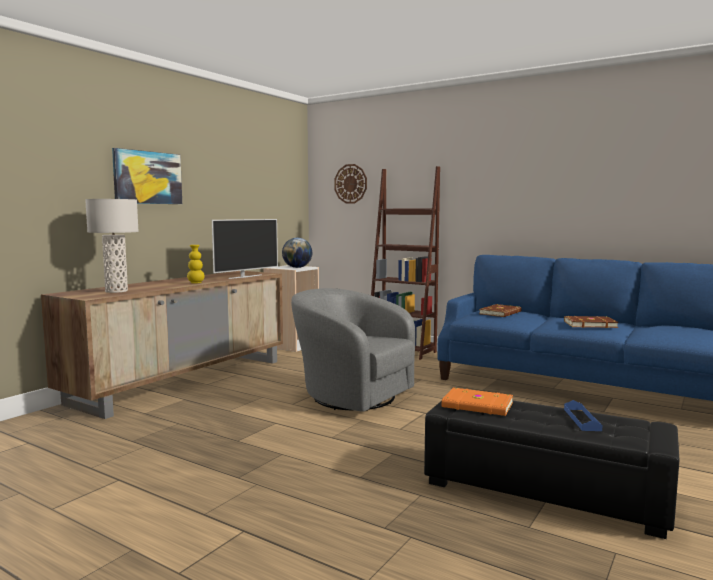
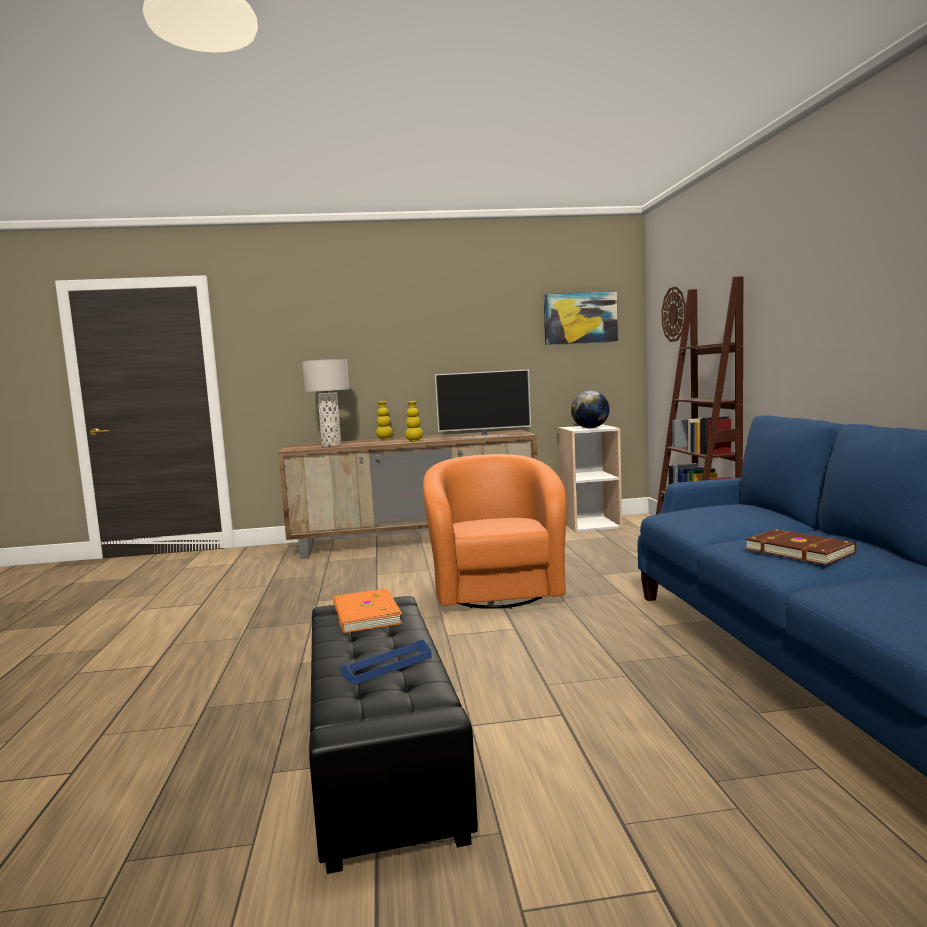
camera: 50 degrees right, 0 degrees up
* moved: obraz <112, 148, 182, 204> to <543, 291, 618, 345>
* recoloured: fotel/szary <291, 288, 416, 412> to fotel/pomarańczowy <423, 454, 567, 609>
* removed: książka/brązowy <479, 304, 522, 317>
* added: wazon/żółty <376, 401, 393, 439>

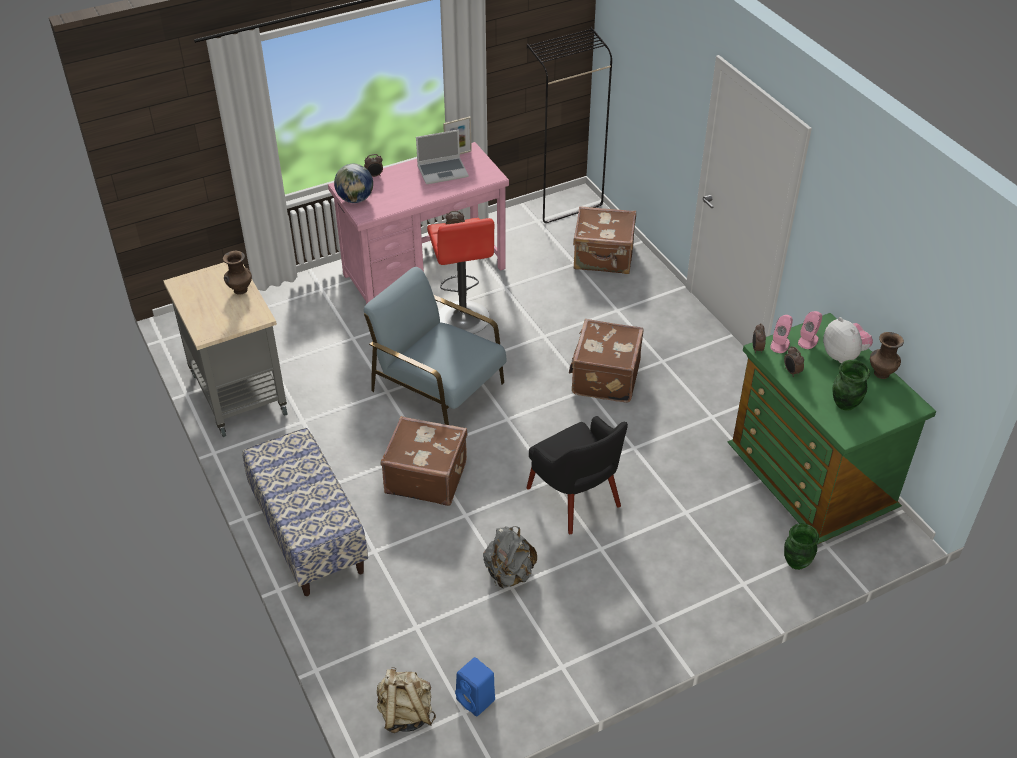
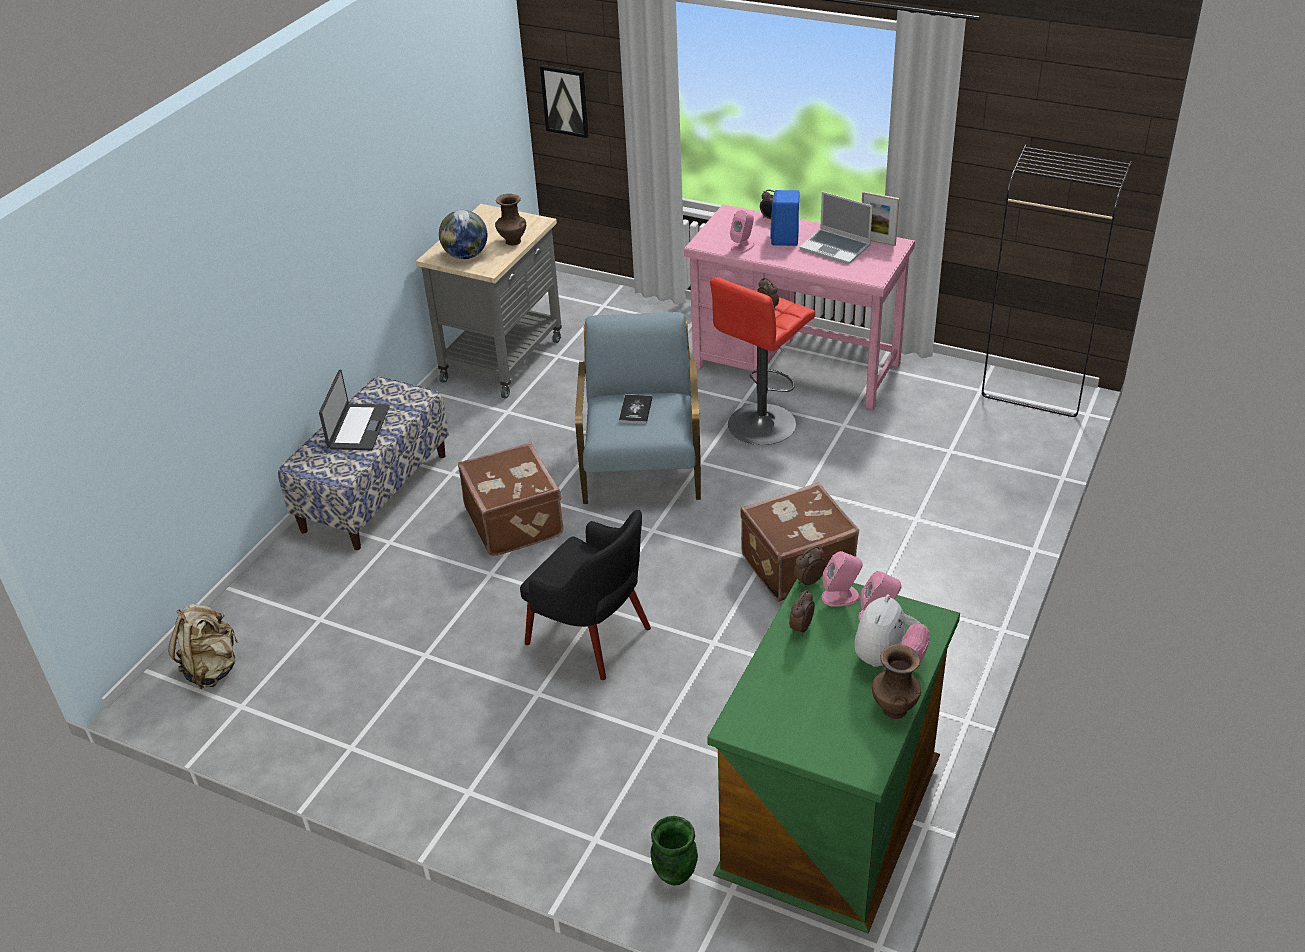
camera: 55 degrees right, 5 degrees down
* moved: globus <334, 164, 373, 203> to <439, 210, 487, 259>
* moved: głośnik/niebieski <455, 657, 495, 717> to <770, 190, 800, 246>
* removed: plecak/szary <483, 526, 537, 588>
* turned: fotel/czarny <527, 416, 628, 534> = <520, 510, 651, 680> 75 degrees counterclockwise
* removed: walizka/brązowy <573, 206, 636, 274>
* removed: wazon/zielony <833, 360, 870, 411>
* added: laptop <319, 369, 390, 450>
* added: obraz <540, 65, 589, 138>
* added: książka <619, 395, 653, 424>
* added: głośnik/różowy <730, 210, 755, 254>

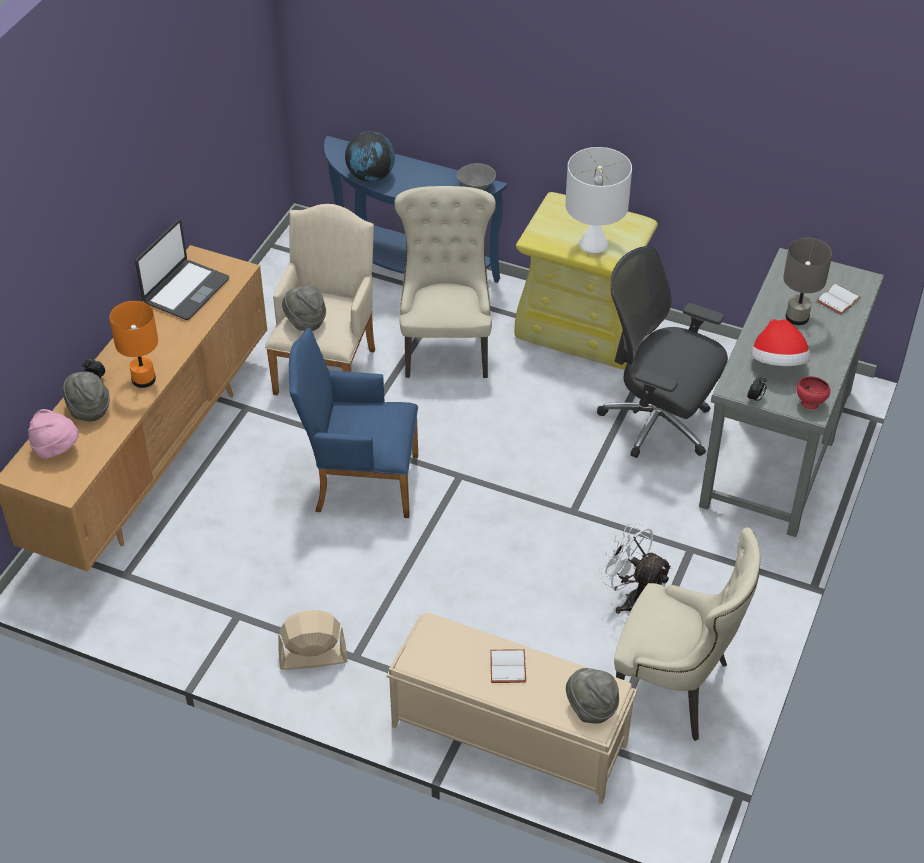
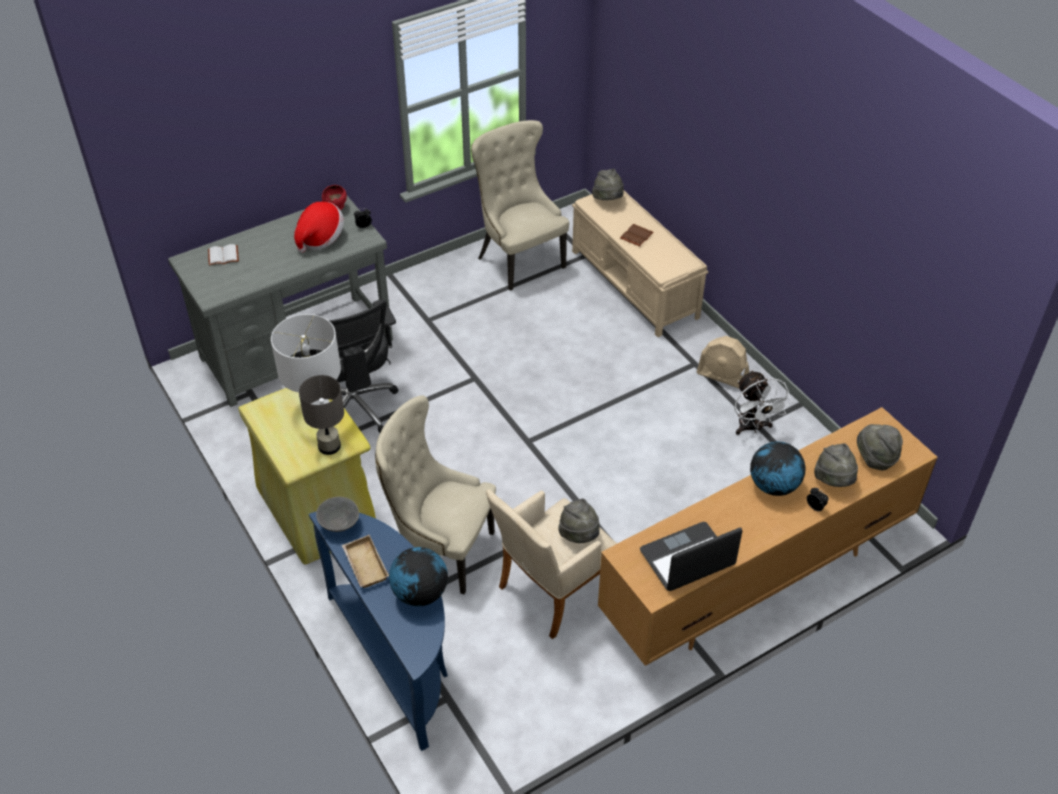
camera: 145 degrees left, 0 degrees up
* recoloured: kapelusz/różowy <28, 409, 79, 460> to kapelusz/szary <857, 424, 903, 470>
* replaced: lampa stołowa/pomarańczowy <109, 301, 158, 388> to globus <750, 442, 805, 496>
* removed: fotel/niebieski <289, 328, 418, 518>
* turned: krzesło/beżowy <394, 186, 496, 378> = <375, 395, 496, 594> 75 degrees clockwise
* recoloured: książka/biały <490, 649, 526, 683> to książka/brązowy <620, 224, 654, 246>
* moved: wentylator/biały <599, 523, 673, 614> to <735, 370, 793, 435>
* moved: lampa stołowa/szary <783, 238, 832, 325> to <299, 375, 344, 455>
* added: taca/beżowy <342, 535, 389, 588>

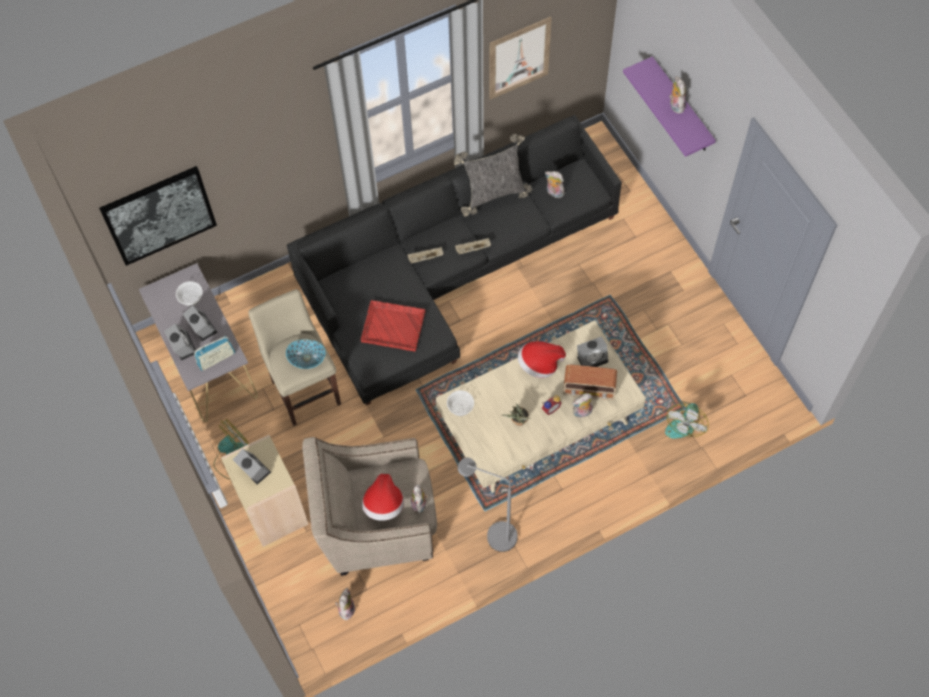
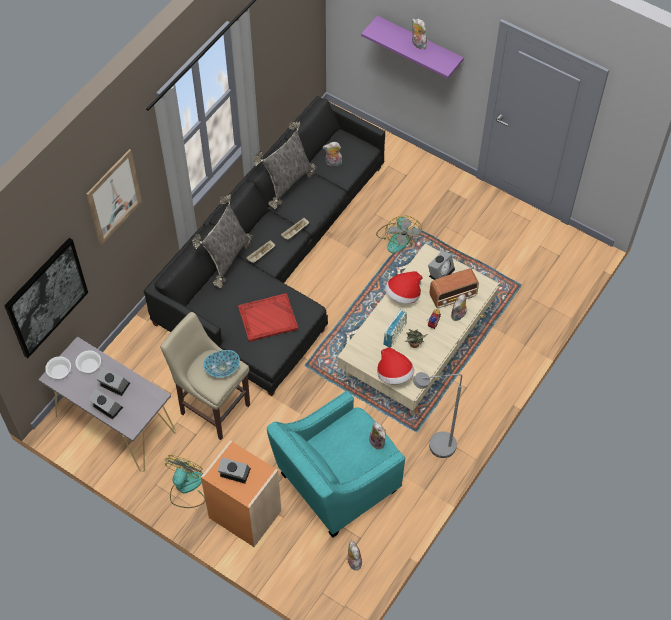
camera: 30 degrees left, 5 degrees down
* moved: radio <194, 336, 235, 371> to <383, 310, 407, 347>
* recoloured: regał/beżowy <221, 435, 308, 547> to regał/pomarańczowy <201, 440, 281, 547>
* recoloured: fotel/beżowy <302, 437, 437, 576> to fotel/turkusowy <267, 391, 405, 538>
* moved: kapelusz <362, 474, 404, 521> to <377, 347, 414, 384>
* moved: miska <447, 390, 474, 416> to <45, 356, 71, 380>
* moved: obraz <490, 16, 552, 100> to <86, 149, 142, 246>
* moved: wentylator <665, 402, 709, 438> to <376, 216, 422, 253>
* added: poduszka <192, 195, 252, 288>

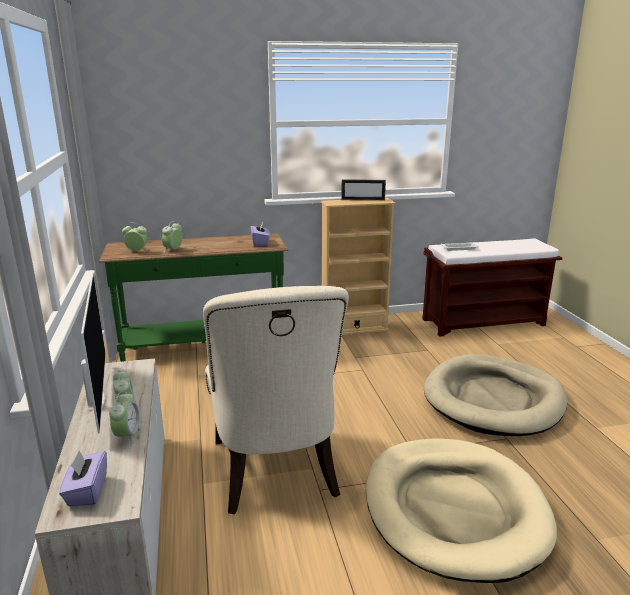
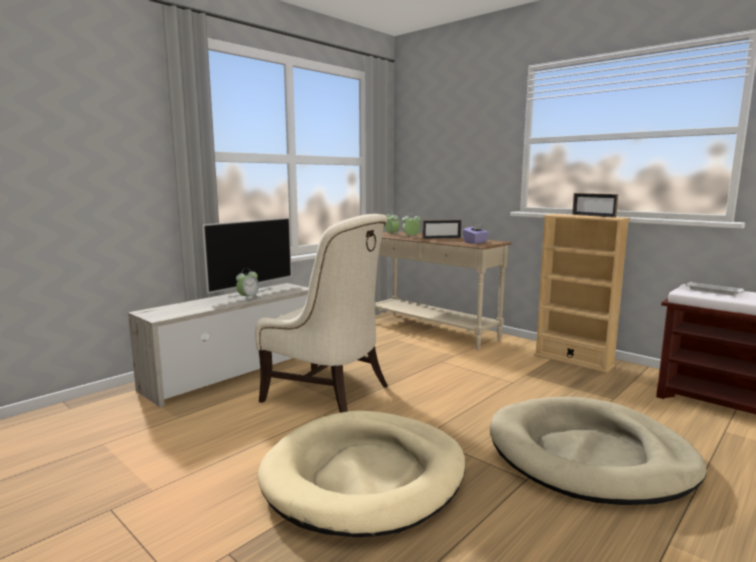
camera: 55 degrees right, 10 degrees down
* removed: pudełko chusteczek/fioletowy <59, 451, 107, 507>
* recoloured: stolik konsolowy/zielony <99, 233, 289, 362> to stolik konsolowy/beżowy <375, 232, 512, 350>
* removed: budzik <109, 392, 142, 447>
* turned: fotel/beżowy <203, 286, 349, 514> = <255, 214, 388, 413> 105 degrees counterclockwise
* added: ramka na zdjęcie <422, 220, 461, 239>

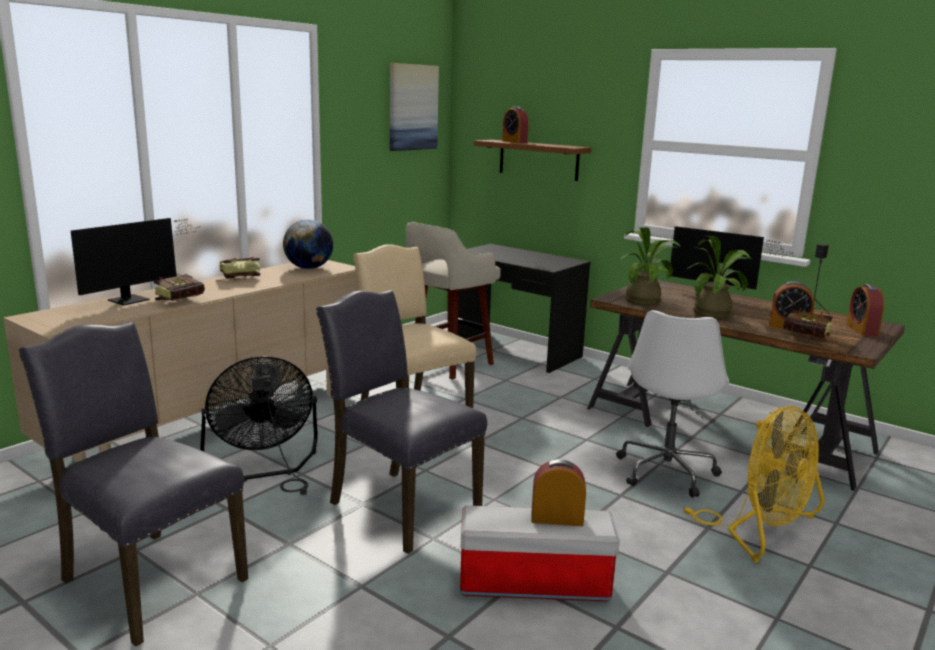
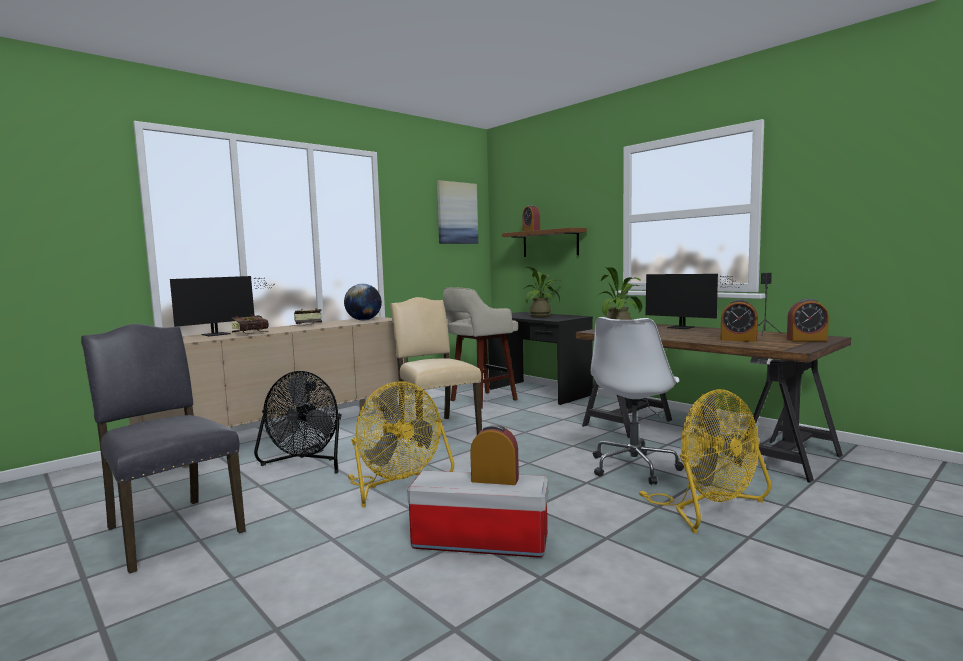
camera: 10 degrees right, 10 degrees down
* turned: wentylator/czarny <200, 356, 318, 495> = <254, 371, 342, 474> 150 degrees counterclockwise
* replaced: krzesło/szary <316, 290, 487, 554> to wentylator/żółty <348, 382, 454, 507>
* moved: roślina doniczkowa <687, 236, 752, 319> to <524, 267, 564, 317>
* removed: książka <783, 308, 839, 343>
* turned: budzik <846, 284, 884, 337> = <787, 299, 829, 341> 90 degrees counterclockwise

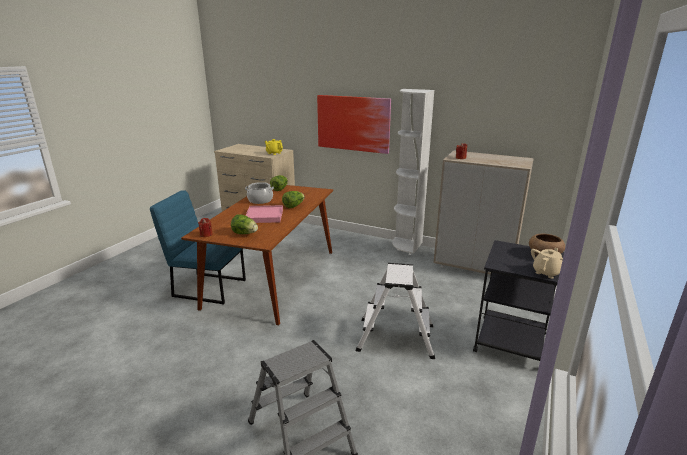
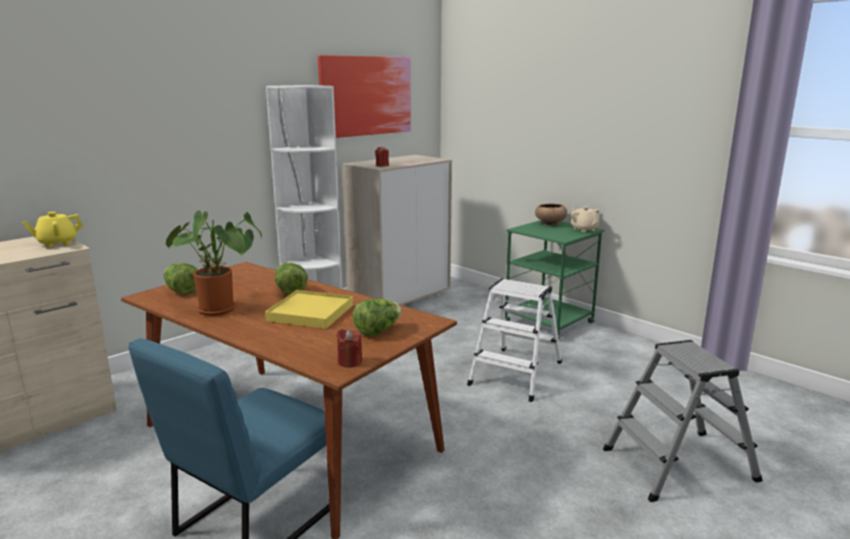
camera: 70 degrees left, 5 degrees down
* replaced: garnek <245, 182, 274, 204> to roślina doniczkowa <166, 210, 262, 316>
* recoloured: taca/różowy <245, 205, 283, 223> to taca/żółty <265, 290, 353, 329>
* moved: obraz <317, 95, 391, 154> to <318, 55, 411, 138>
* recoloured: wózek/czarny <473, 240, 564, 361> to wózek/zielony <505, 220, 604, 339>

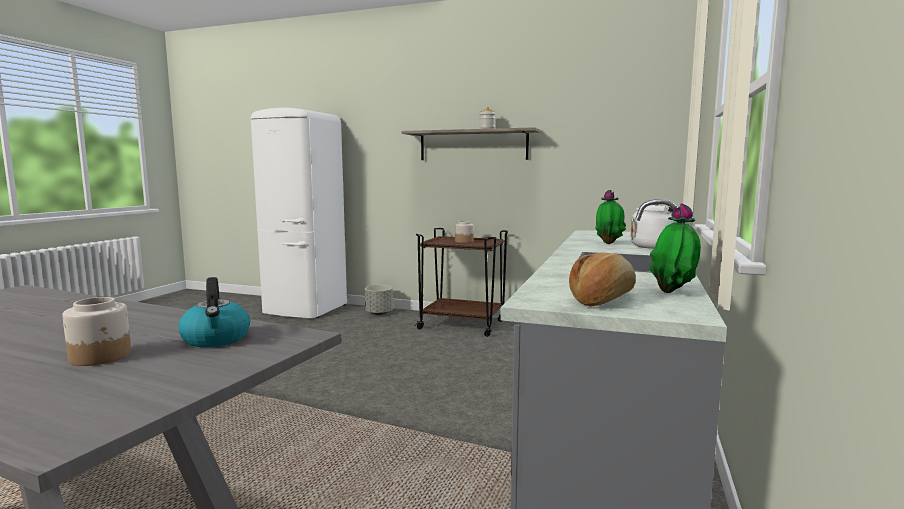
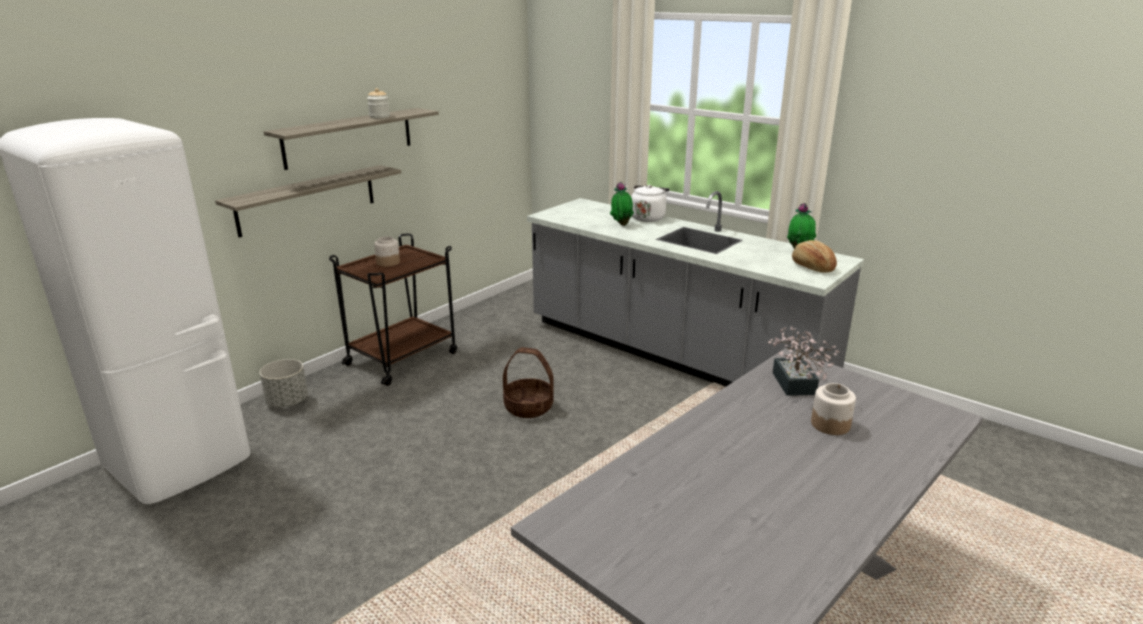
camera: 70 degrees left, 15 degrees up
* replaced: czajnik <178, 277, 250, 347> to roślina doniczkowa <768, 326, 839, 396>
* added: półka <215, 165, 401, 237>
* added: koszyk <503, 347, 554, 418>

